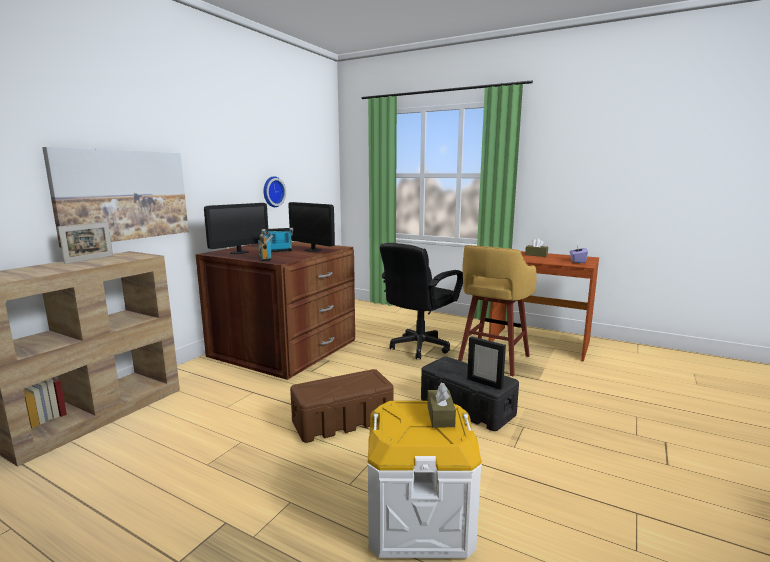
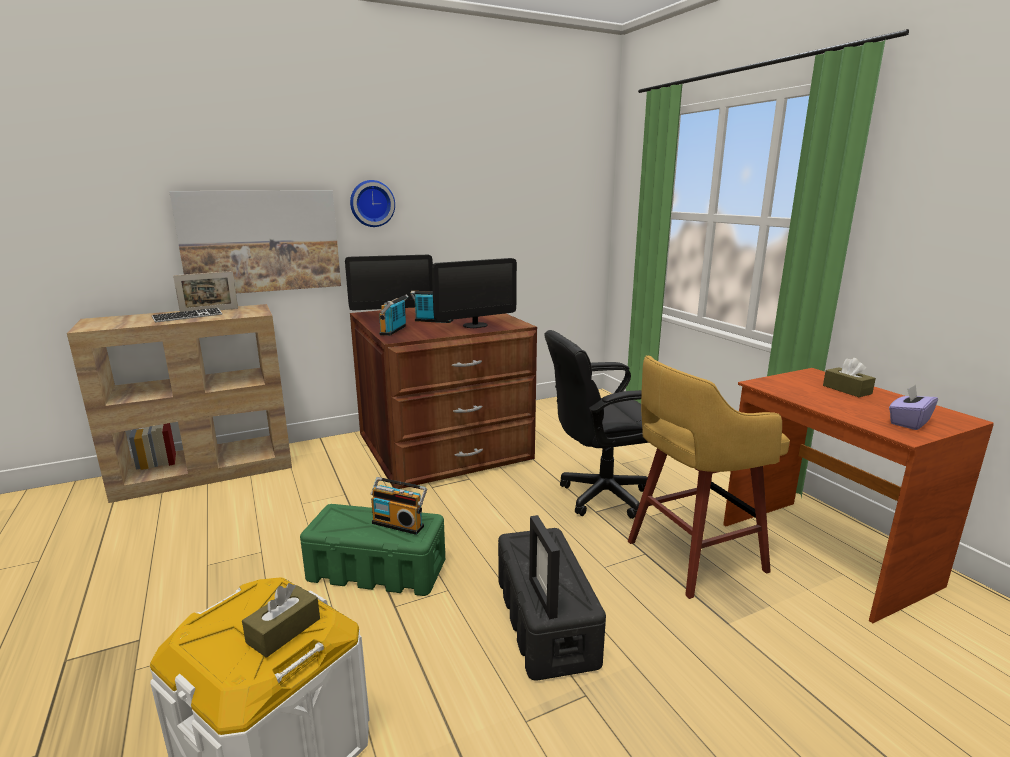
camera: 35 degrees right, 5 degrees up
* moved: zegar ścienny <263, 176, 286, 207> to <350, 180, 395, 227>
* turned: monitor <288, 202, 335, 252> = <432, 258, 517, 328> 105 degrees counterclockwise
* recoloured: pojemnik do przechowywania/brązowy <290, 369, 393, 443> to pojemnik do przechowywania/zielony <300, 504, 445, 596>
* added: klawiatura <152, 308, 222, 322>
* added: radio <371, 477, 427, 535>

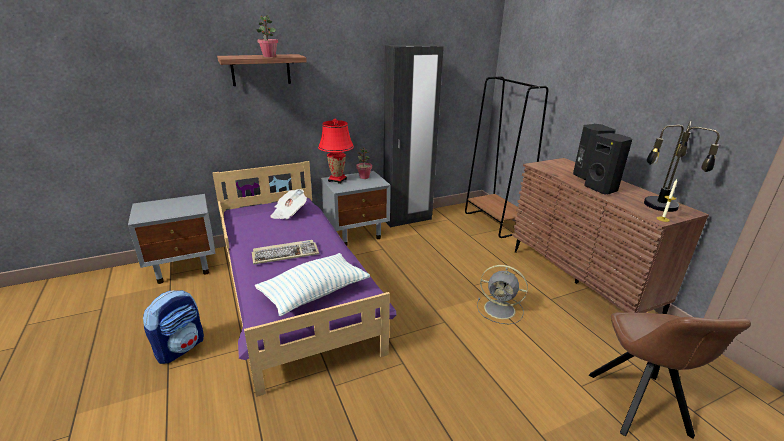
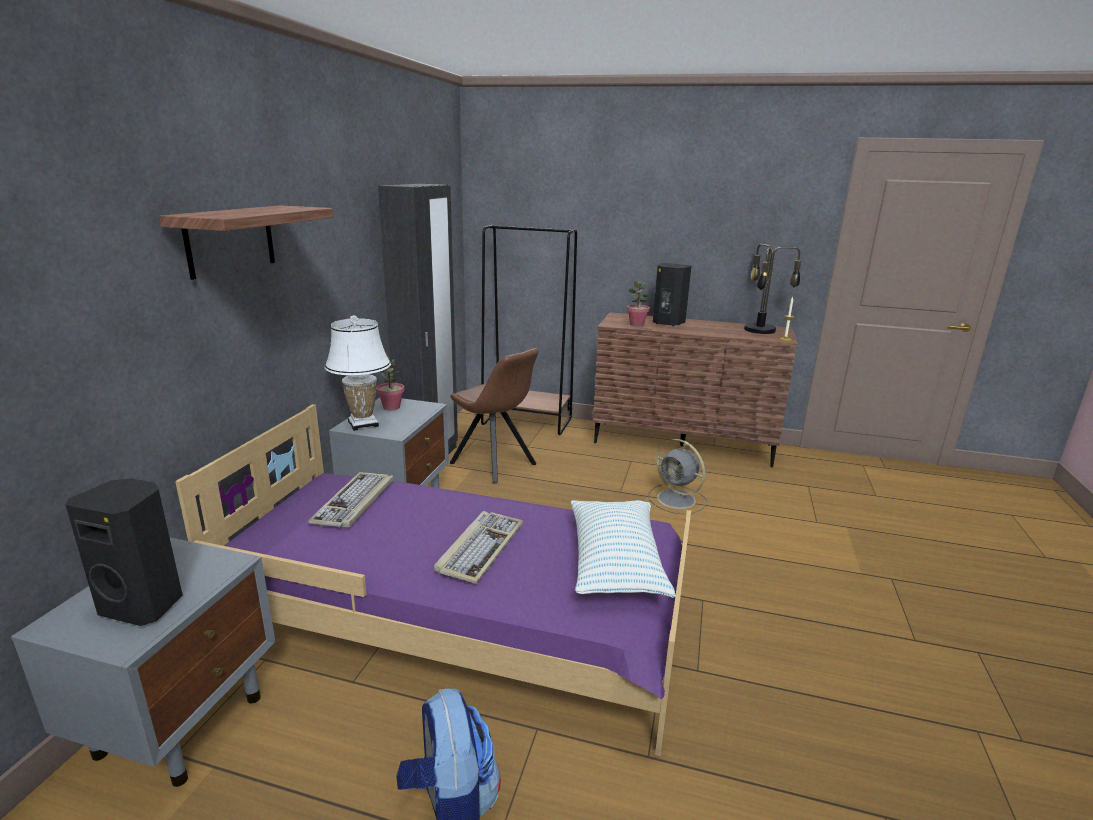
camera: 50 degrees left, 5 degrees down
* moved: roślina doniczkowa <256, 15, 278, 57> to <627, 281, 650, 327>
* replaced: gazeta <270, 189, 307, 220> to klawiatura <308, 472, 394, 529>
* recoloured: lampa stołowa/czerwony <318, 119, 354, 184> to lampa stołowa/biały <325, 315, 391, 431>
* turned: wentylator/szary <477, 265, 528, 324> = <648, 439, 707, 515> 75 degrees clockwise
* moved: głośnik/czarny <584, 133, 632, 195> to <66, 478, 183, 626>
* moved: krzesło/brązowy <589, 312, 751, 439> to <450, 348, 539, 483>

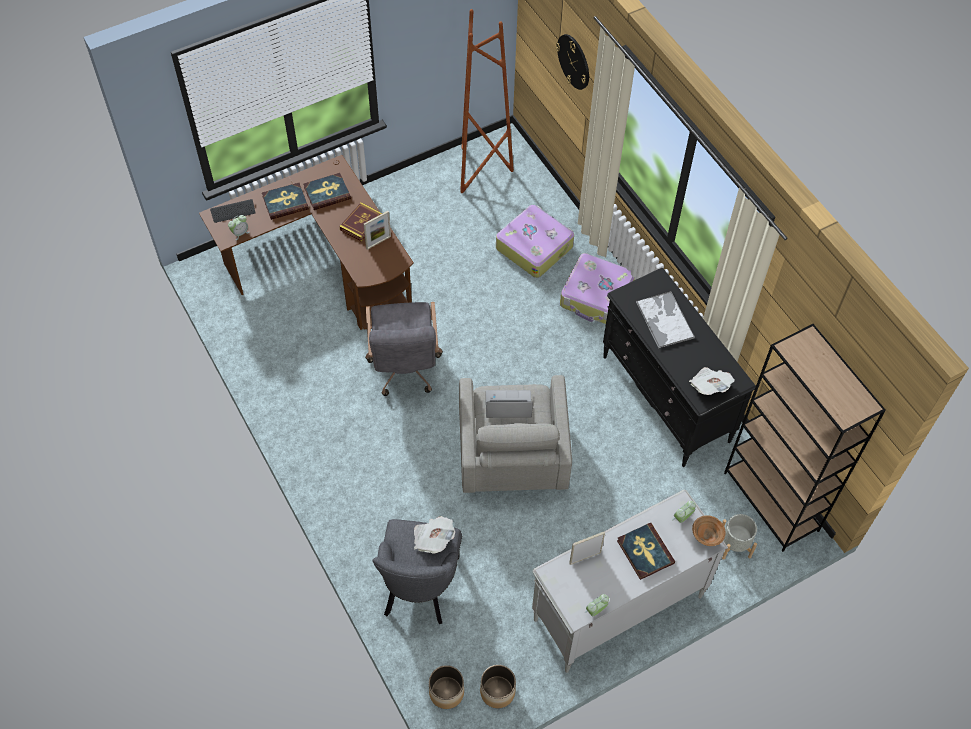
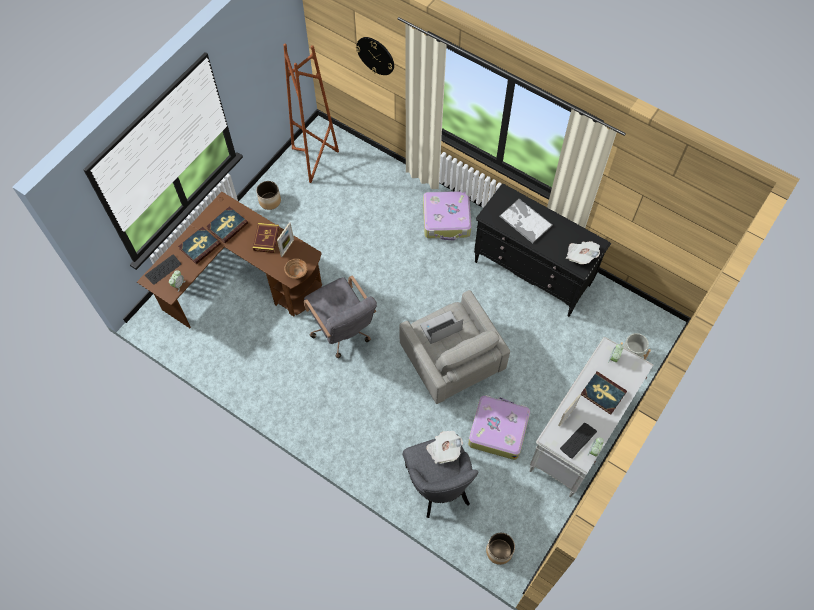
camera: 25 degrees left, 5 degrees up
* moved: donica <480, 665, 516, 708> to <256, 181, 281, 210>
* moved: walizka <496, 205, 574, 278> to <468, 395, 530, 460>
* moved: miska/brązowy <692, 515, 726, 546> to <284, 259, 308, 279>
* removed: regał/beżowy <724, 324, 886, 552>
* added: klawiatura <560, 423, 597, 459>

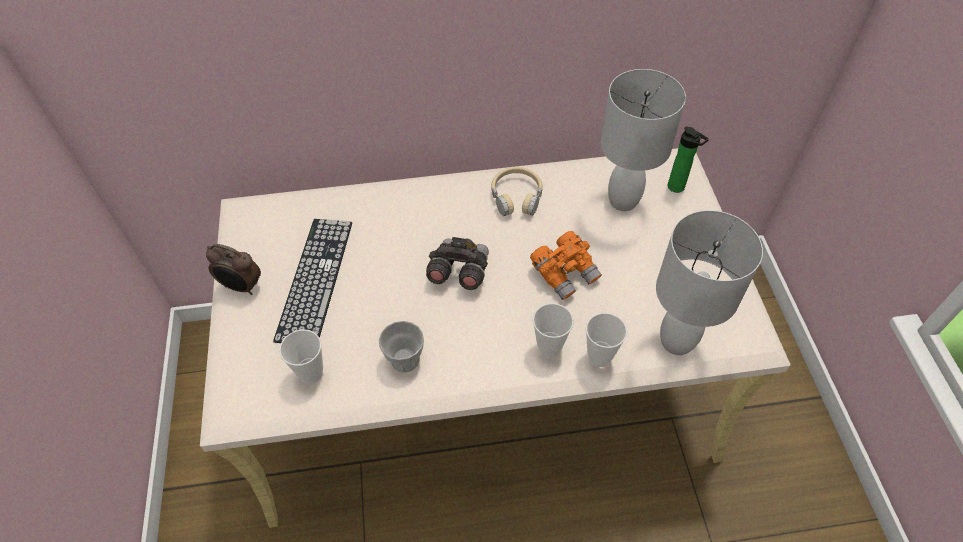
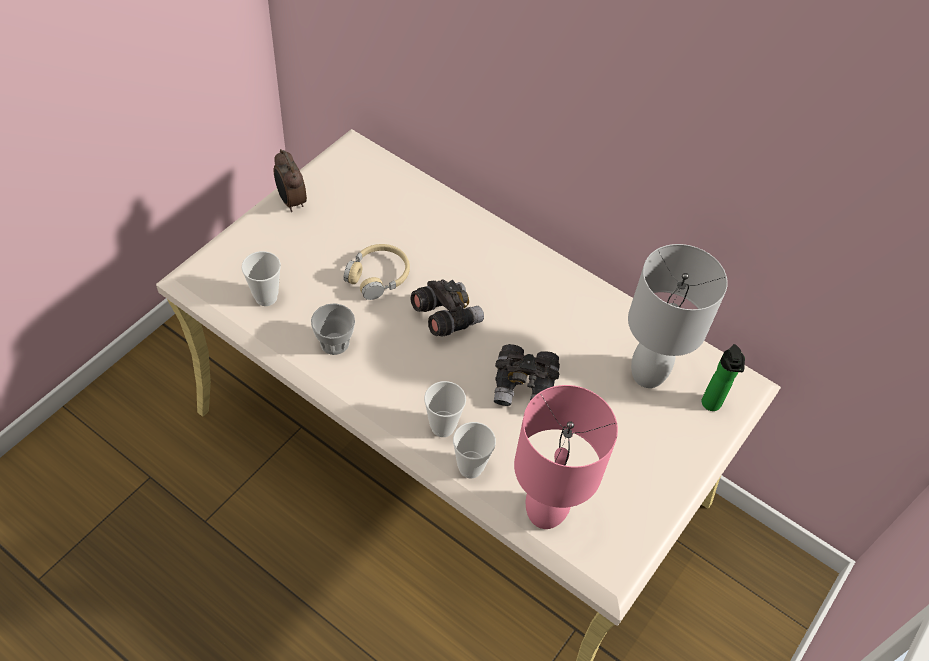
camera: 40 degrees right, 0 degrees up
* removed: klawiatura <273, 219, 352, 343>
* moved: słuchawki/beżowy <491, 167, 543, 216> to <344, 244, 410, 300>
* recoloured: lornetka/pomarańczowy <530, 231, 602, 300> to lornetka/szary <494, 344, 560, 406>
* recoloured: lampa stołowa/biały <656, 210, 763, 355> to lampa stołowa/różowy <514, 385, 618, 529>

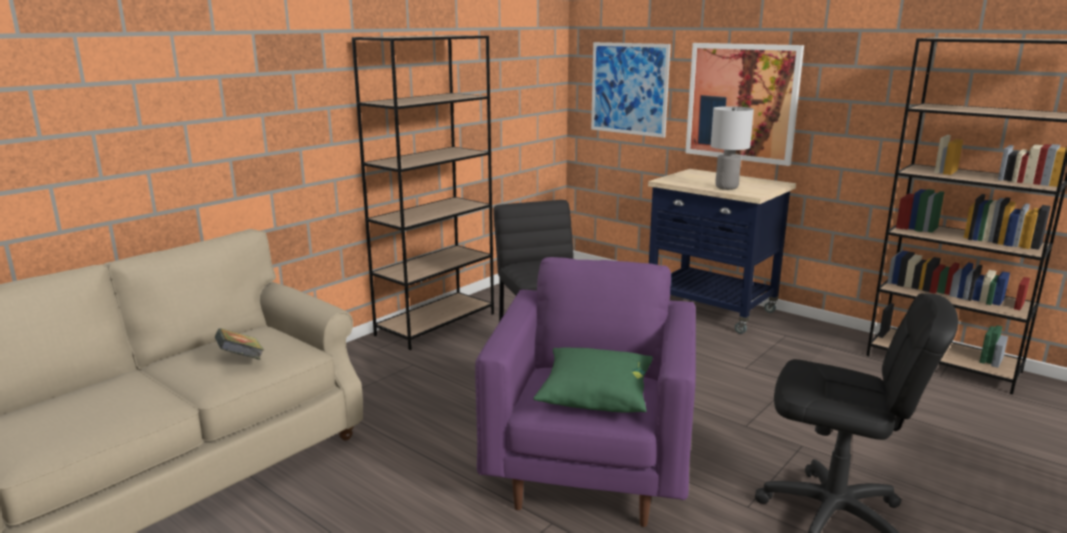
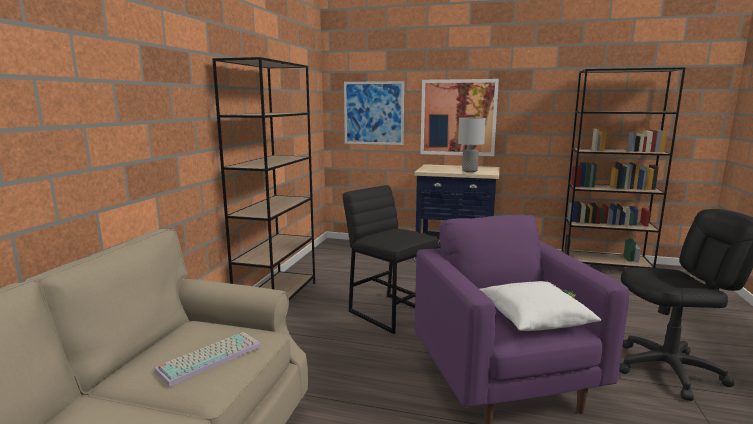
camera: 25 degrees left, 5 degrees down
* replaced: książka <215, 328, 264, 360> to klawiatura <154, 332, 262, 387>
* recoloured: poduszka/zielony <533, 347, 653, 413> to poduszka/biały <480, 281, 601, 331>

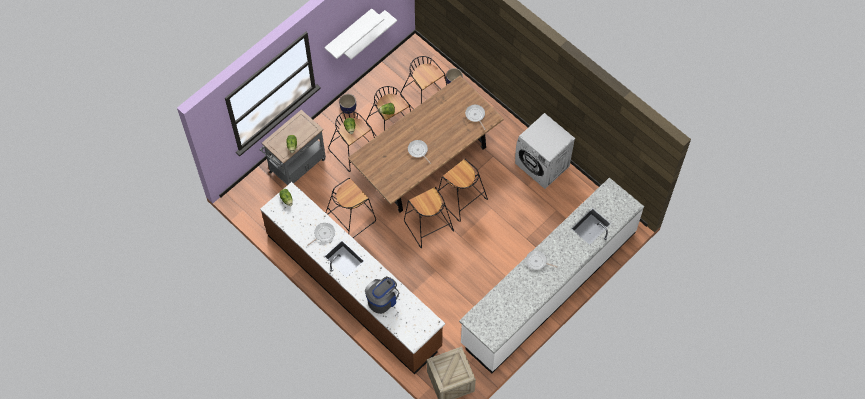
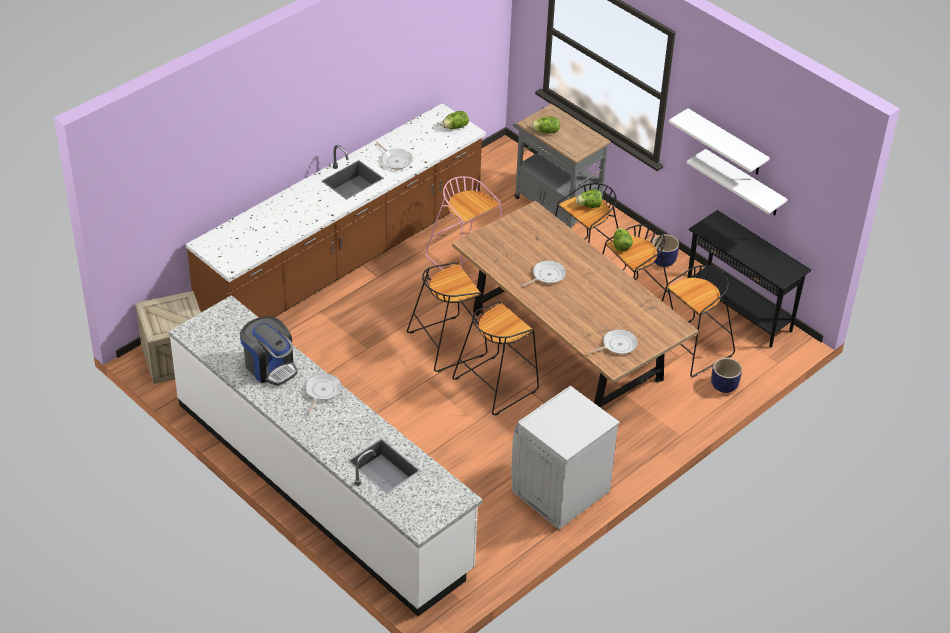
camera: 90 degrees right, 20 degrees down
* recoloured: stołek/czarny <326, 178, 376, 238> to stołek/różowy <425, 176, 502, 270>
* moved: ekspres do kawy <365, 277, 399, 314> to <240, 316, 298, 386>
* added: stolik konsolowy/czarny <687, 210, 811, 347>

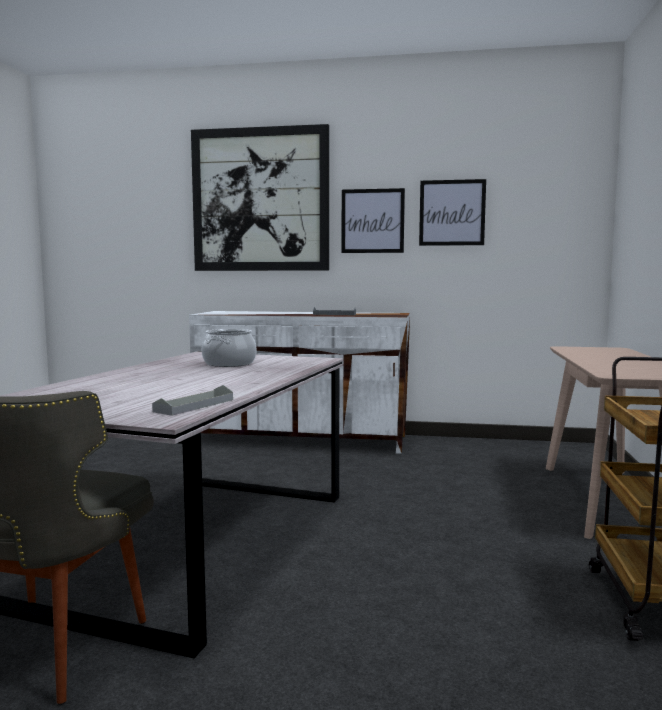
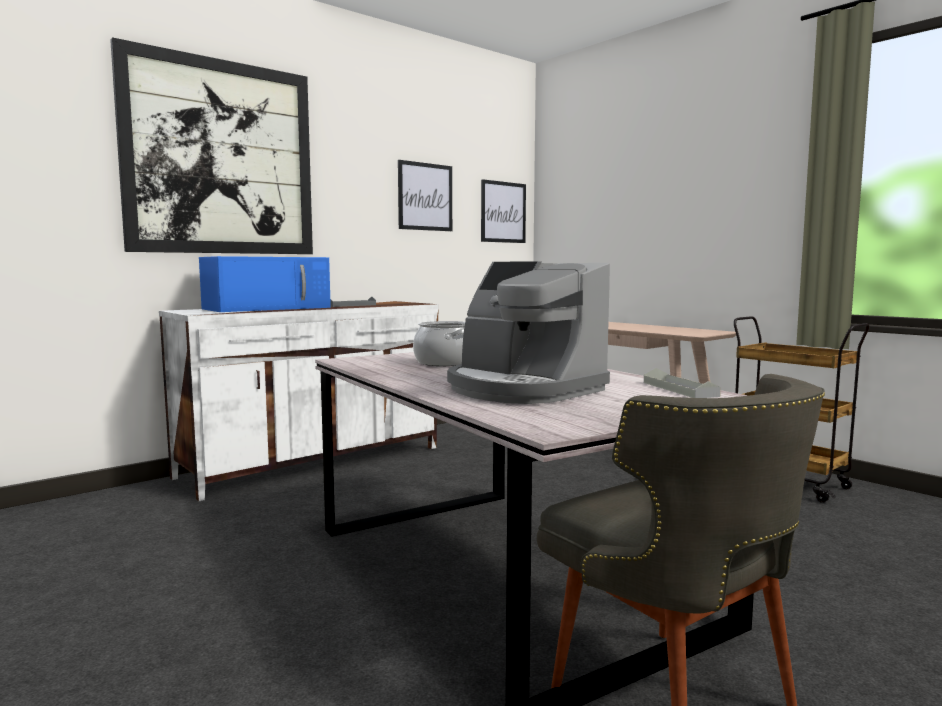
camera: 50 degrees left, 0 degrees up
* moved: obraz <341, 188, 405, 253> to <481, 179, 526, 243>
* added: mikrofalówka/niebieski <199, 256, 331, 312>
* added: ekspres do kawy <447, 261, 610, 404>

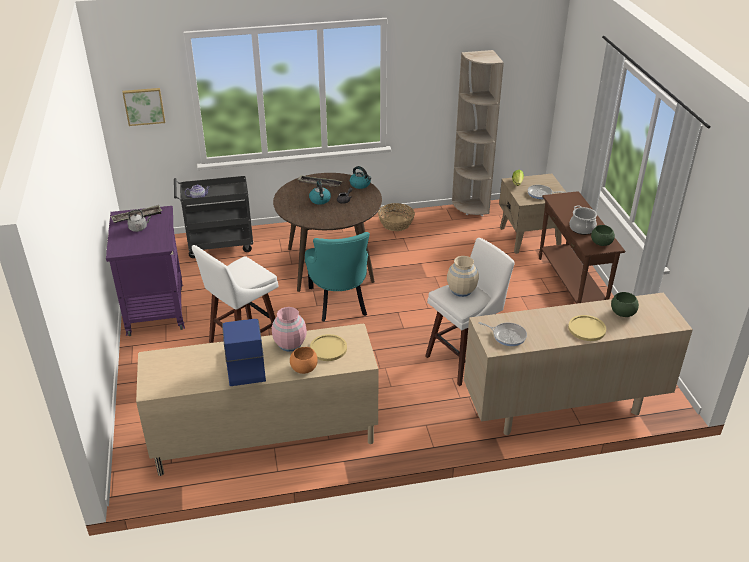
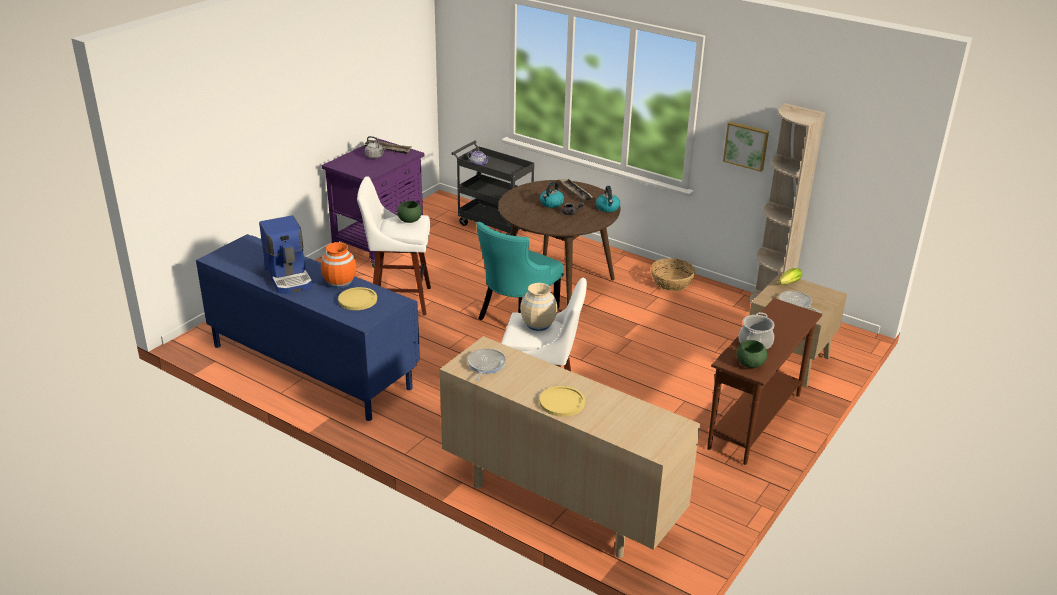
camera: 45 degrees right, 5 degrees down
* moved: obraz <122, 88, 165, 126> to <723, 122, 769, 172>
* recoloured: szafka/beżowy <136, 323, 378, 476> to szafka/niebieski <196, 234, 420, 421>
* turned: ekspres do kawy <222, 319, 266, 386> = <259, 215, 313, 294> 120 degrees clockwise
* recoloured: wazon/różowy <272, 307, 307, 352> to wazon/pomarańczowy <321, 242, 356, 288>
* removed: miska/pomarańczowy <290, 347, 318, 374>
* turned: patelnia <478, 322, 527, 346> = <467, 349, 506, 381> 150 degrees counterclockwise
* moved: miska/zielony <611, 292, 639, 317> to <397, 201, 422, 223>

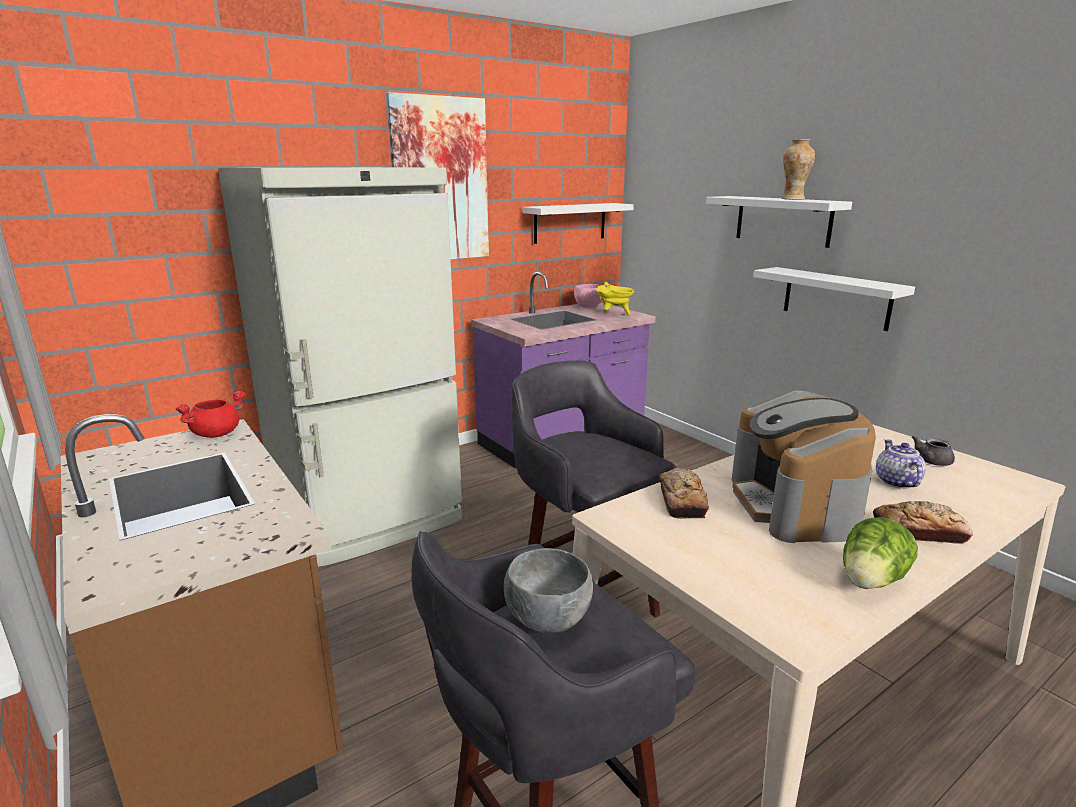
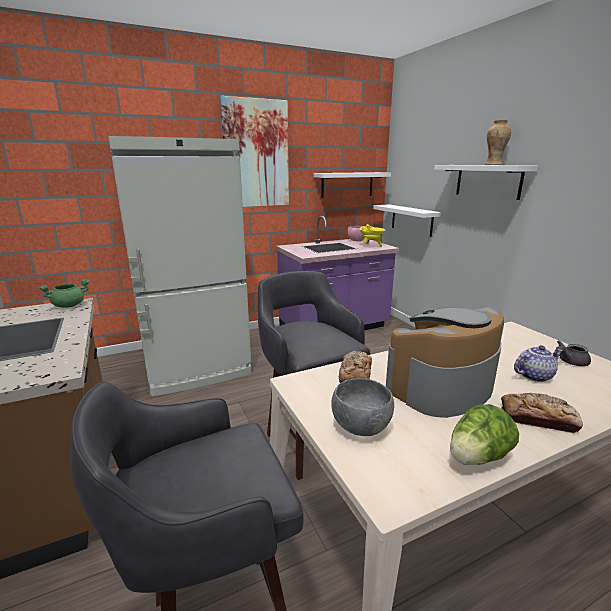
camera: 10 degrees right, 0 degrees up
* recoloured: garnek/czerwony <176, 391, 246, 438> to garnek/zielony <39, 279, 90, 308>
* moved: miska/szary <504, 548, 593, 633> to <331, 378, 394, 436>
* turned: ekspres do kawy <732, 391, 876, 543> = <386, 307, 504, 418> 45 degrees clockwise
* moved: półka/biały <753, 267, 915, 331> to <373, 204, 441, 237>
* turned: imbryk <876, 439, 926, 489> = <514, 345, 563, 382> 60 degrees clockwise

